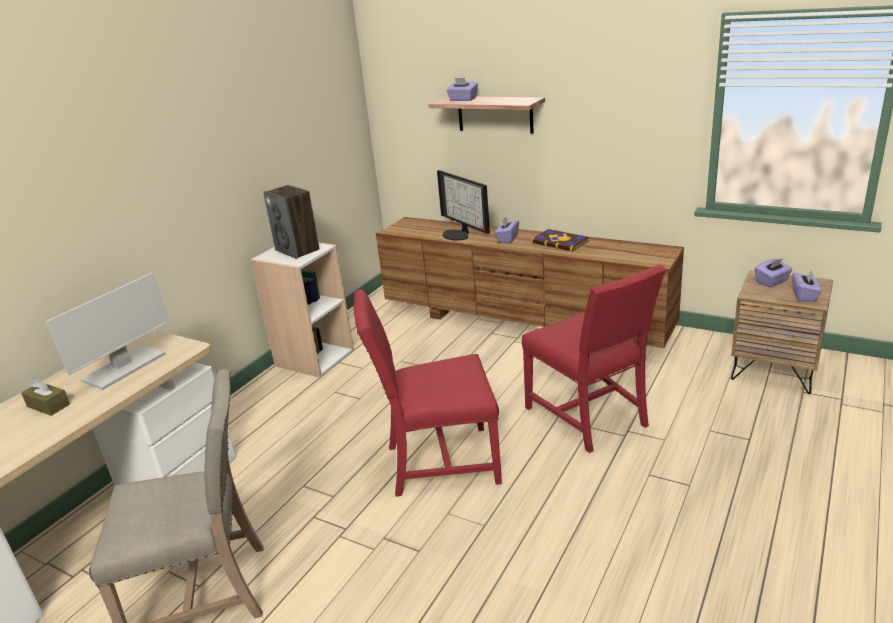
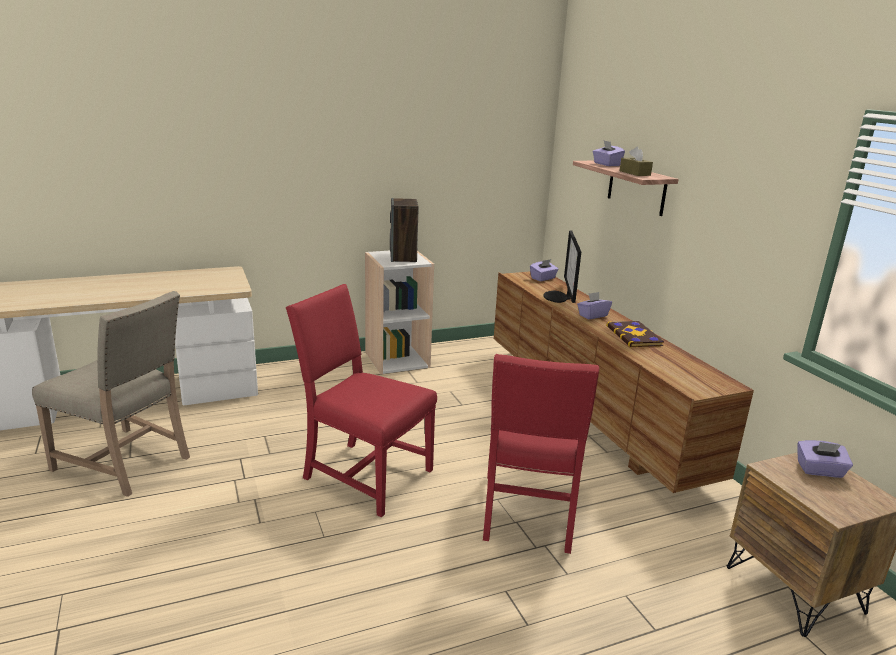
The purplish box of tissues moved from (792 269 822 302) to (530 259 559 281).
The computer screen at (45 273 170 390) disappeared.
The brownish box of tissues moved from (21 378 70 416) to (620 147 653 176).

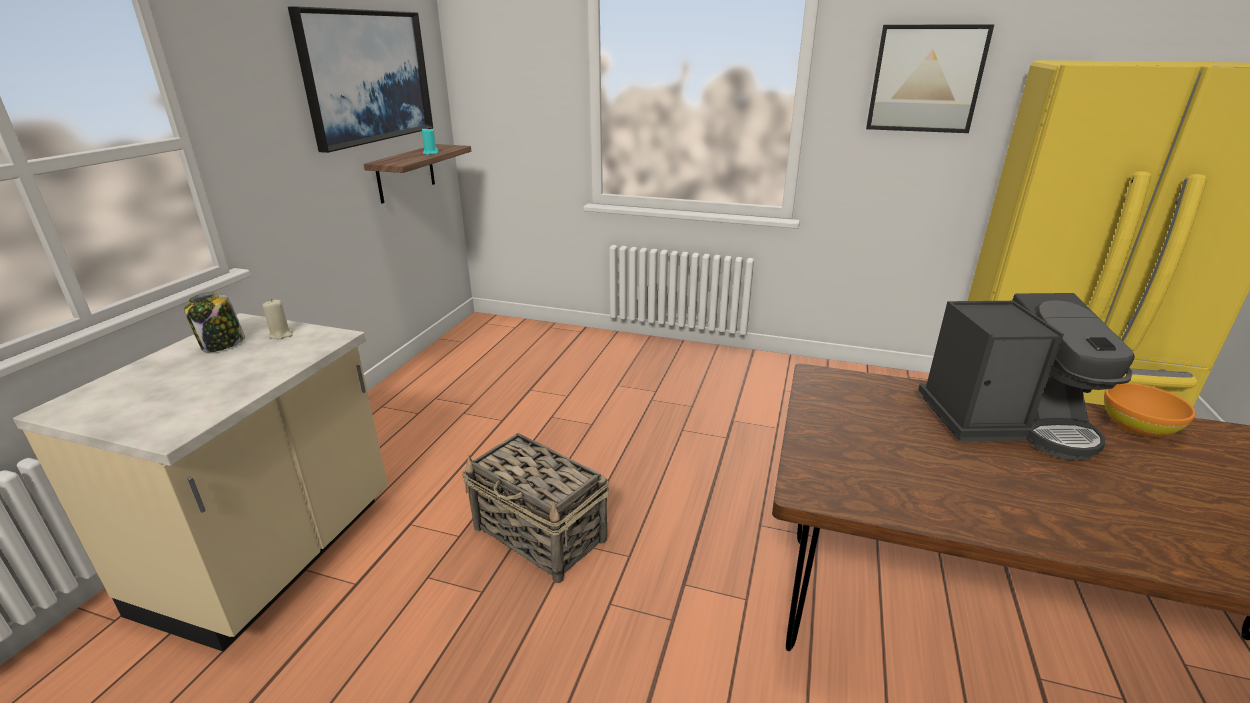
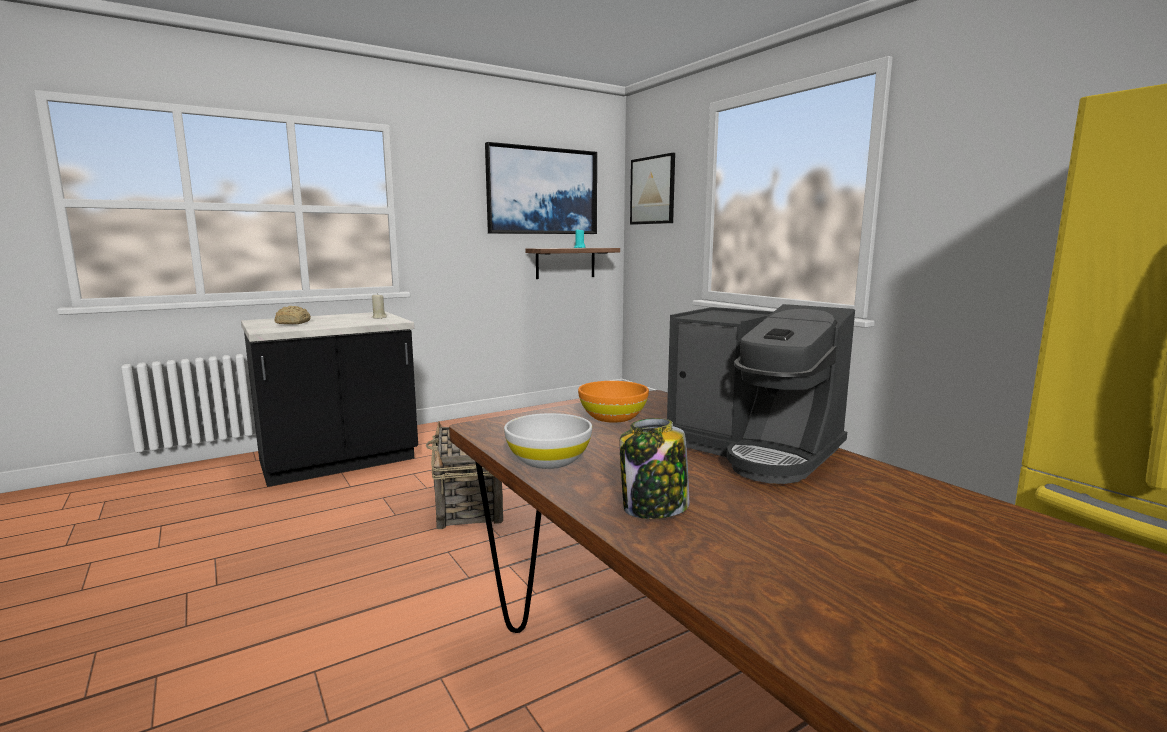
The wall picture moved from (866 24 994 133) to (630 153 675 225).
The storage jar moved from (184 291 245 352) to (619 418 690 519).
The beige kitchen counter at (13 313 388 652) became the black-coloured kitchen counter at (241 312 418 487).
The orangey serving bowl moved from (1104 383 1196 437) to (578 381 649 423).
The bread at (275 306 311 324) appeared.
The white-coloured serving bowl at (504 413 592 469) appeared.

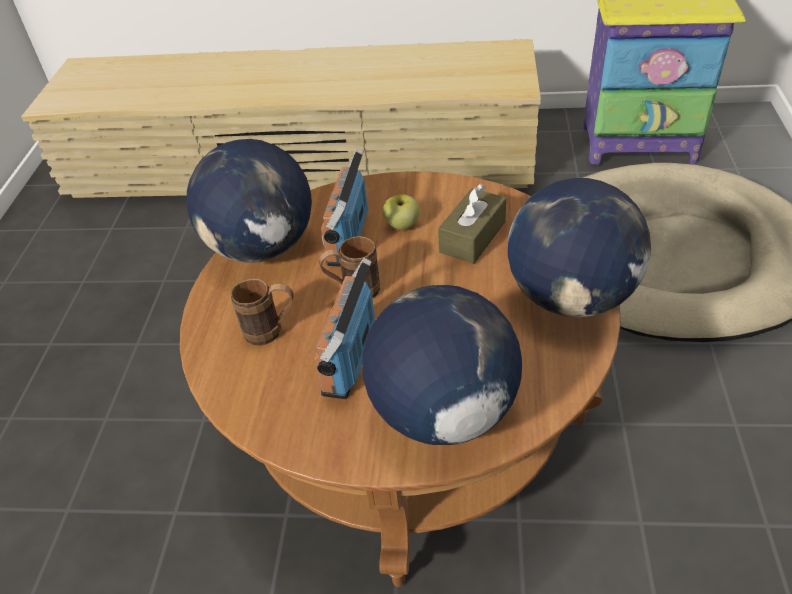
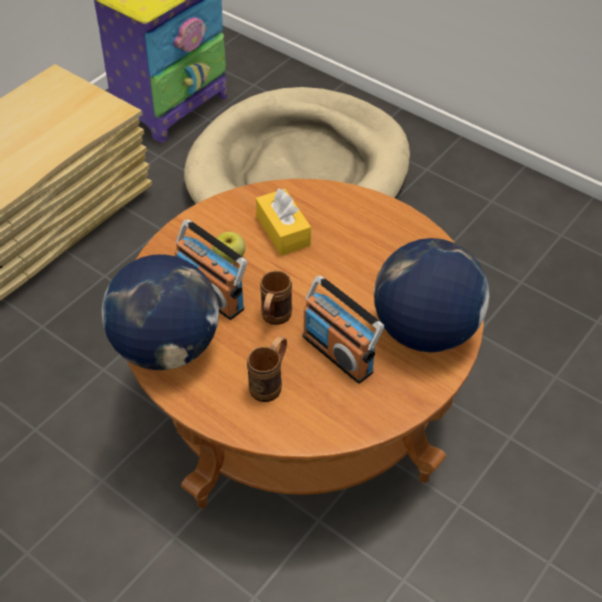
The globe at (507 178 651 317) disappeared.
The brownish box of tissues at (438 184 506 264) became the yellow box of tissues at (256 188 311 256).

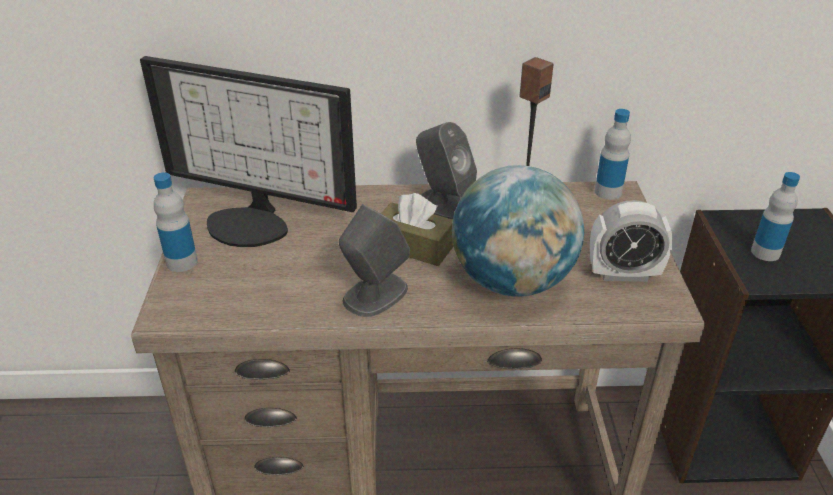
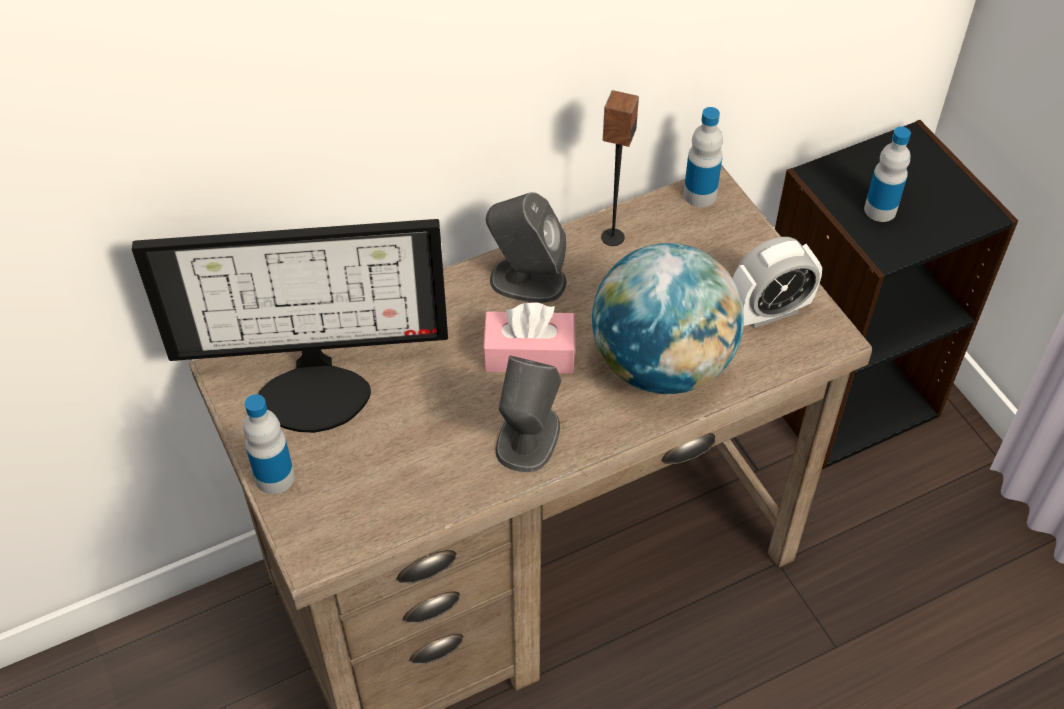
The brownish box of tissues at (381 193 454 266) became the pink-coloured box of tissues at (483 302 576 373).

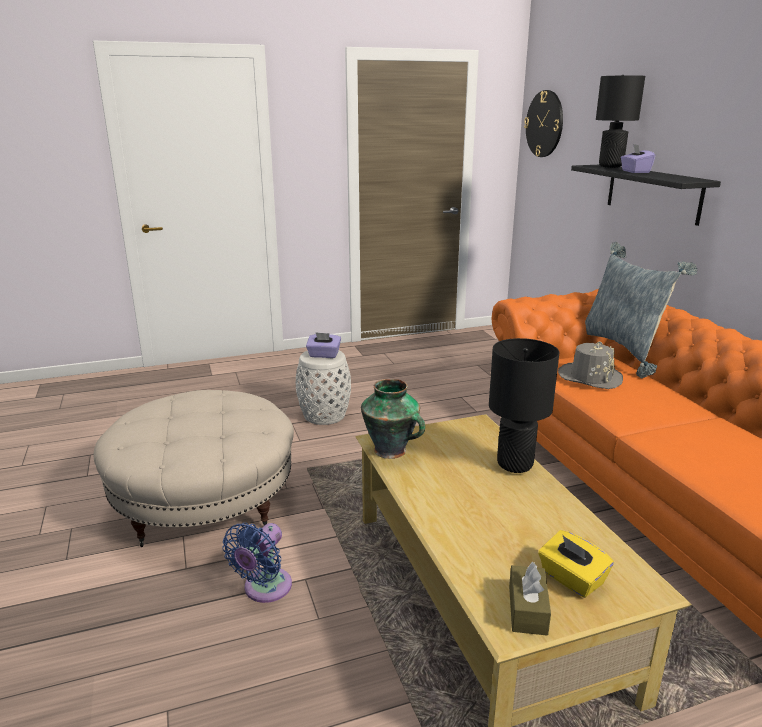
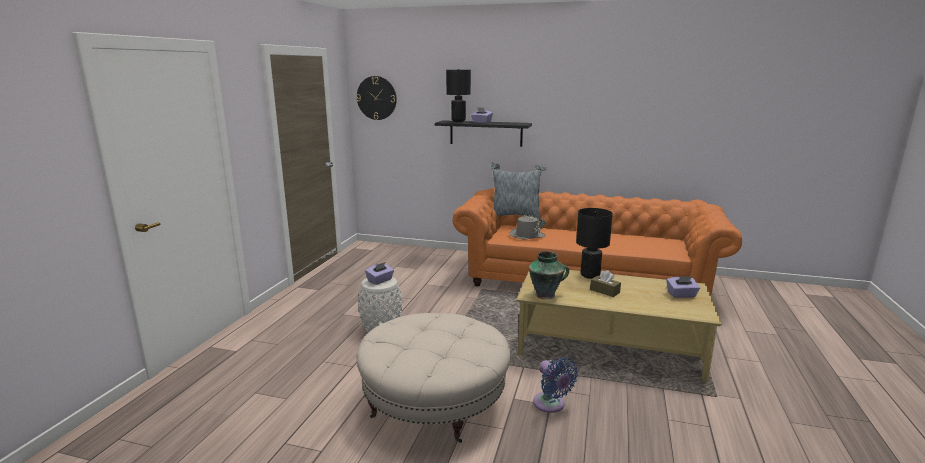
The yellow box of tissues at (538 530 614 598) became the purplish box of tissues at (666 276 700 298).
The brownish box of tissues moved from (509 562 551 636) to (590 270 621 297).

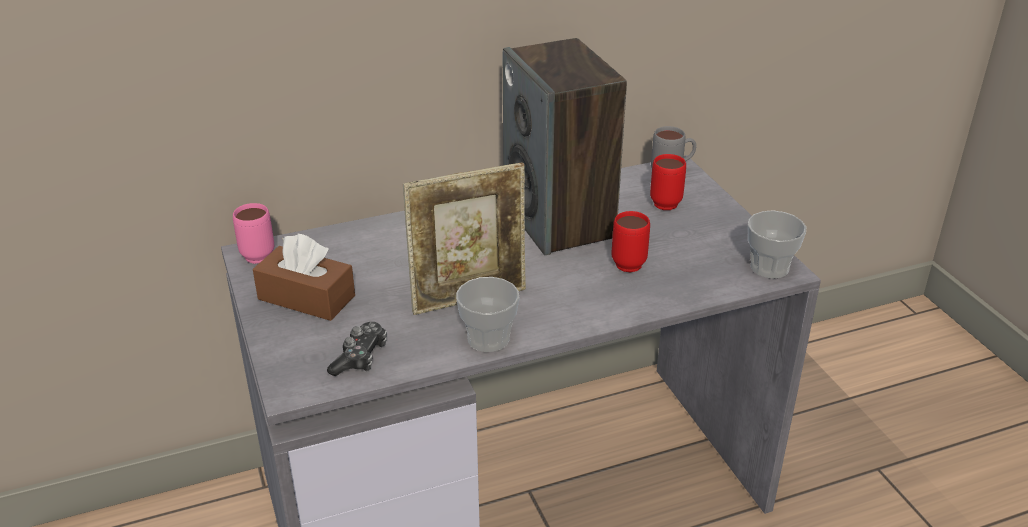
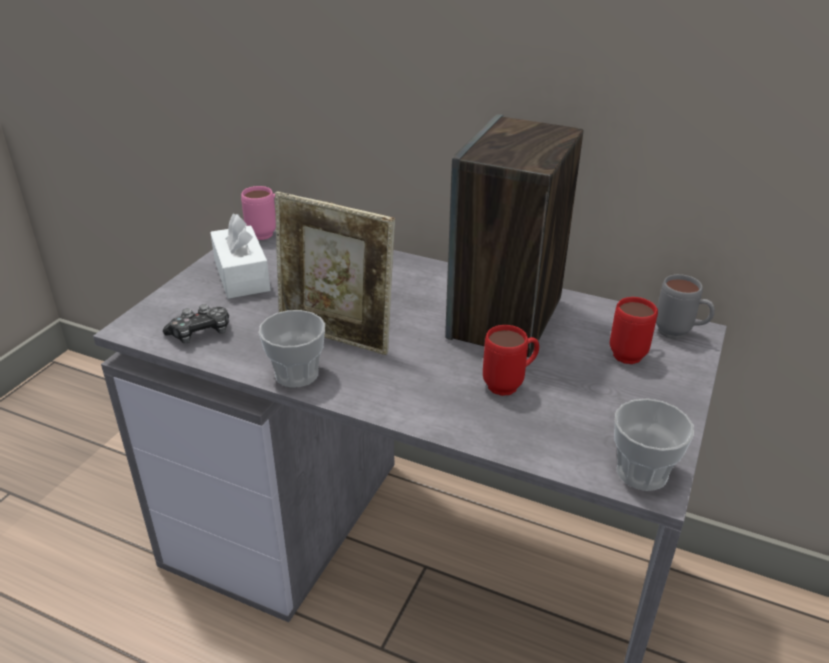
The brownish box of tissues at (253 234 355 321) became the white-coloured box of tissues at (210 214 270 299).

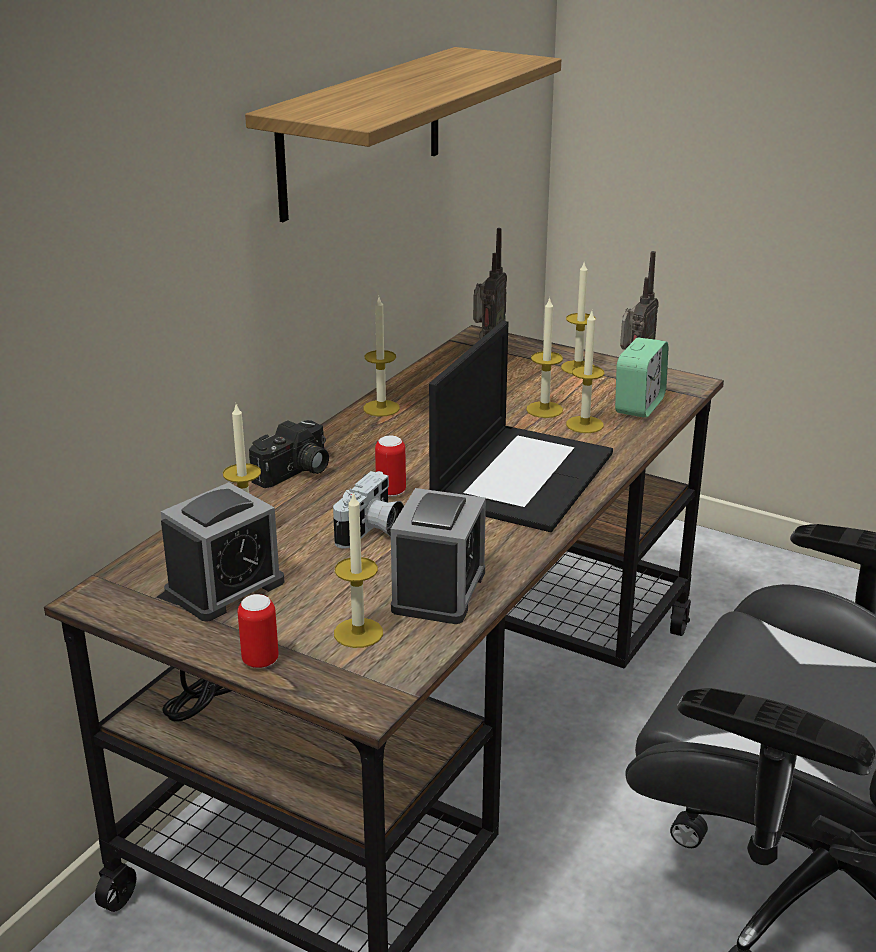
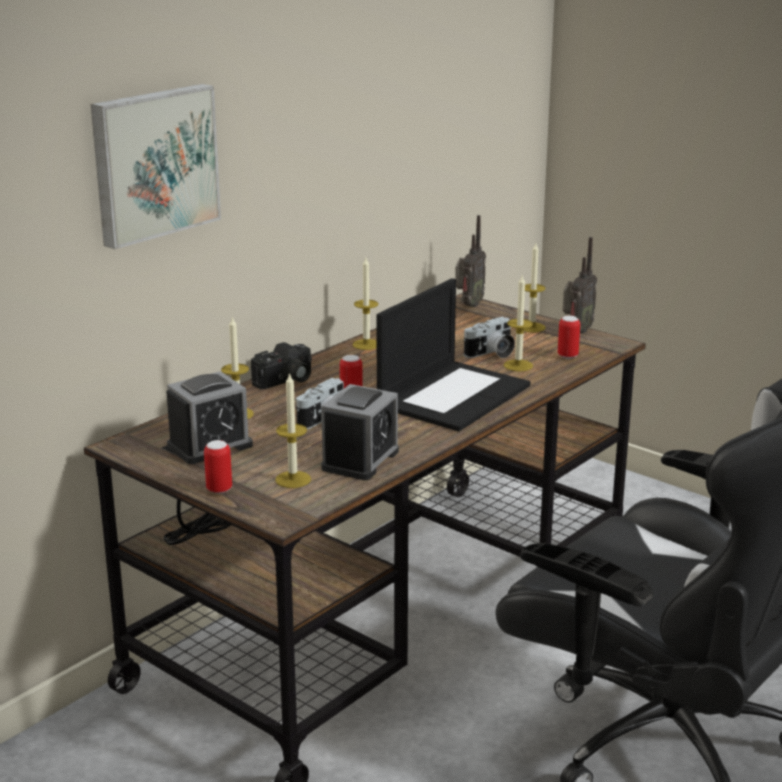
The bracket shelf at (245 47 561 222) disappeared.
The candle at (526 297 563 418) was replaced by the photo camera at (464 317 515 358).
The bedside clock at (615 338 668 418) was replaced by the sealed can at (558 316 580 359).
The wall picture at (91 84 221 249) appeared.

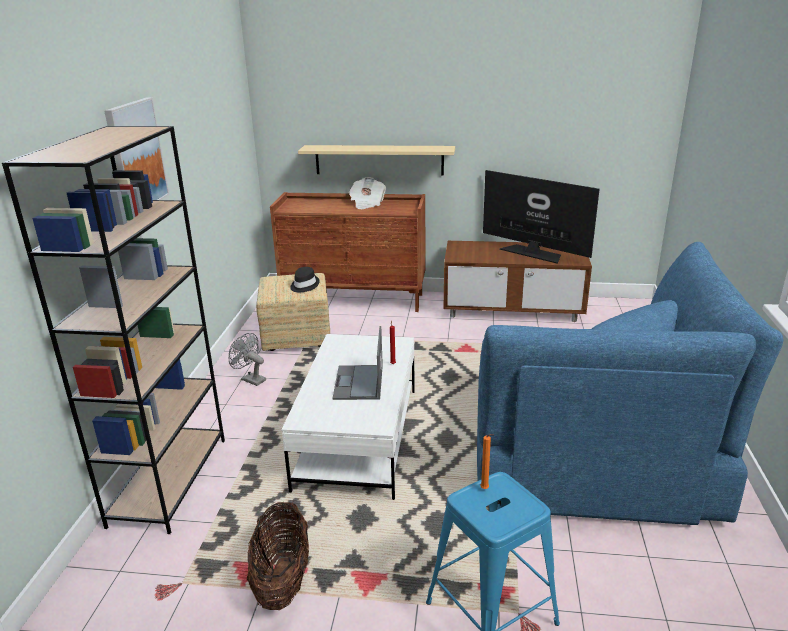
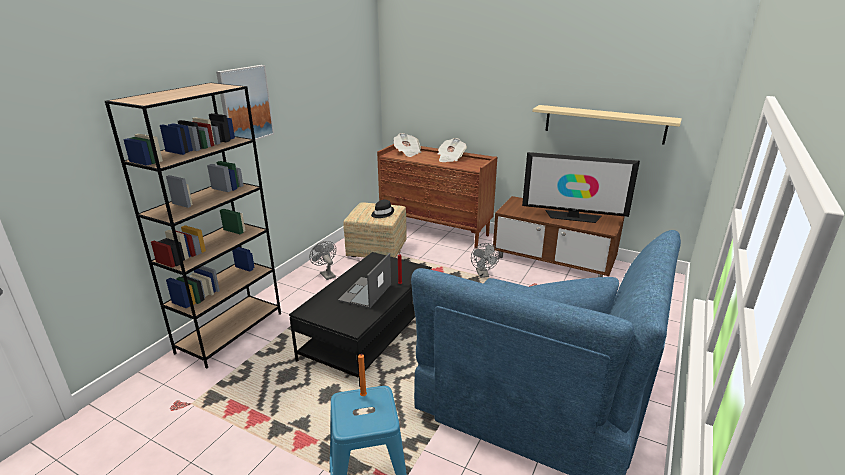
The beige bracket shelf moved from (298 145 455 176) to (532 105 682 144).
The TV set at (483 170 600 263) turned 135 degrees clockwise.
The white-coloured coffee table at (281 334 415 500) became the black-coloured coffee table at (289 252 432 386).
The basket at (247 502 309 610) disappeared.
The daily paper at (394 133 421 157) appeared.
The grey electric fan at (471 243 499 278) appeared.

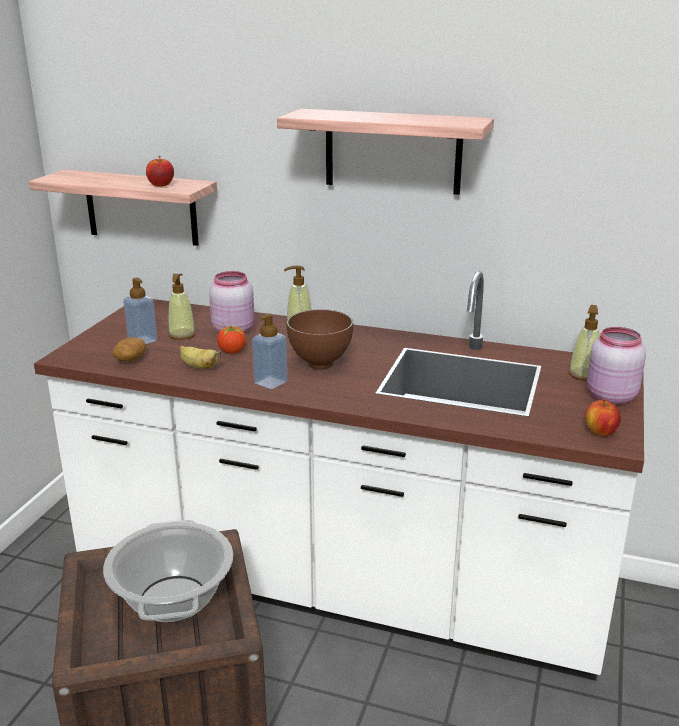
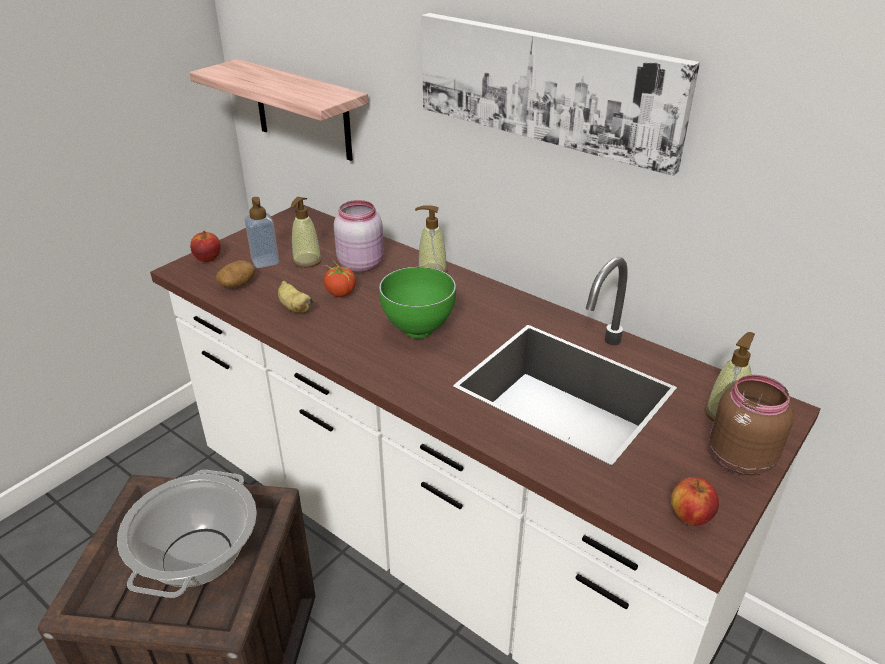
The bracket shelf at (277 109 494 195) was replaced by the wall picture at (422 13 700 176).
The whole apple moved from (146 156 174 187) to (190 231 221 262).
The brownish serving bowl at (287 309 353 370) became the green-coloured serving bowl at (379 267 456 339).
The liquid soap bottle at (252 313 288 389) disappeared.
The pink-coloured storage jar at (587 327 646 404) became the brownish storage jar at (709 375 794 476).

